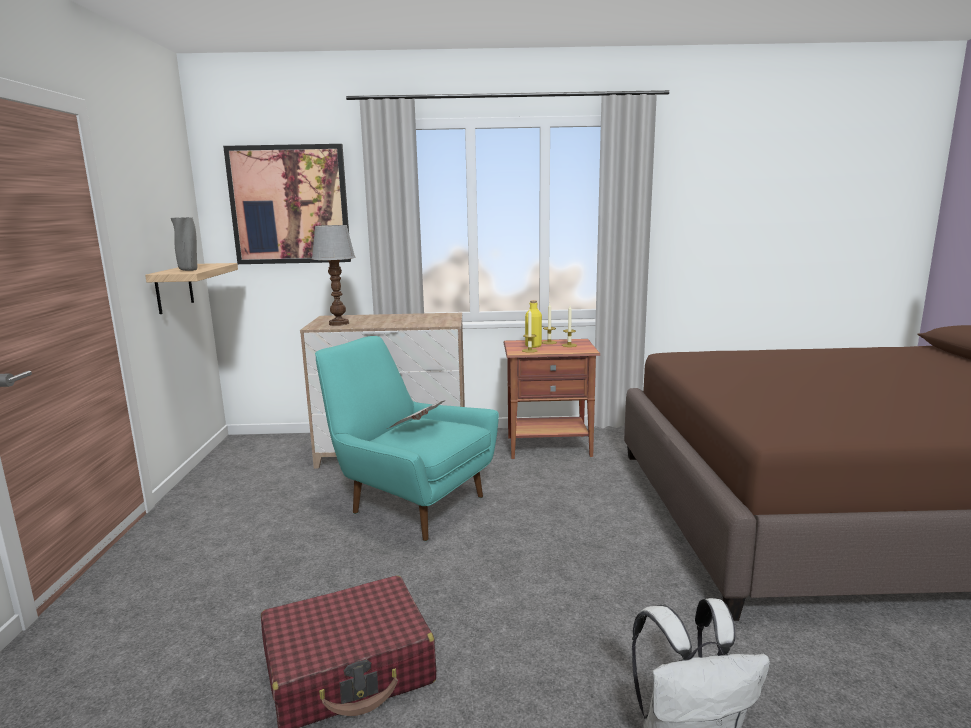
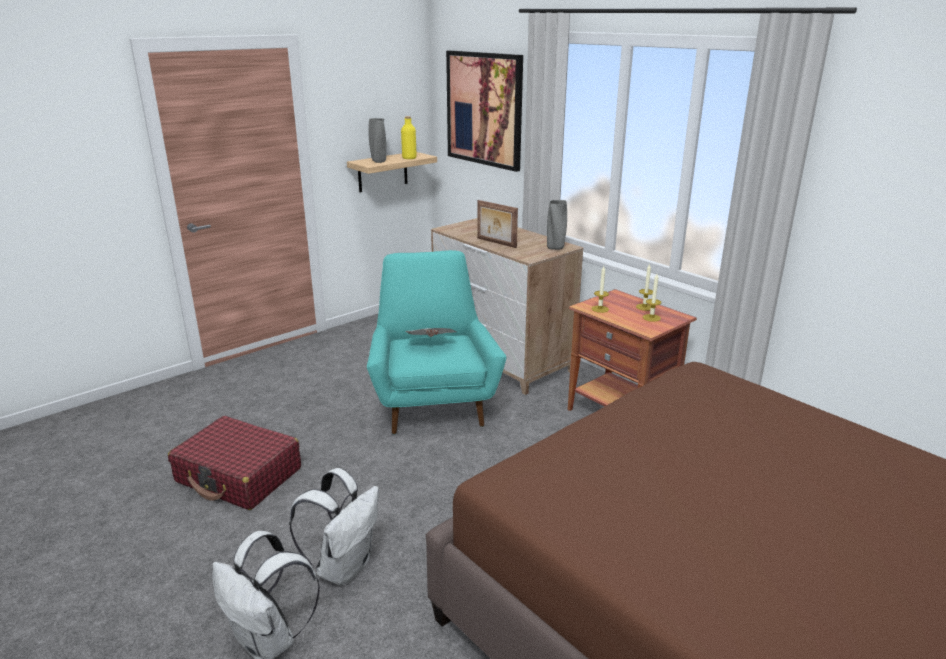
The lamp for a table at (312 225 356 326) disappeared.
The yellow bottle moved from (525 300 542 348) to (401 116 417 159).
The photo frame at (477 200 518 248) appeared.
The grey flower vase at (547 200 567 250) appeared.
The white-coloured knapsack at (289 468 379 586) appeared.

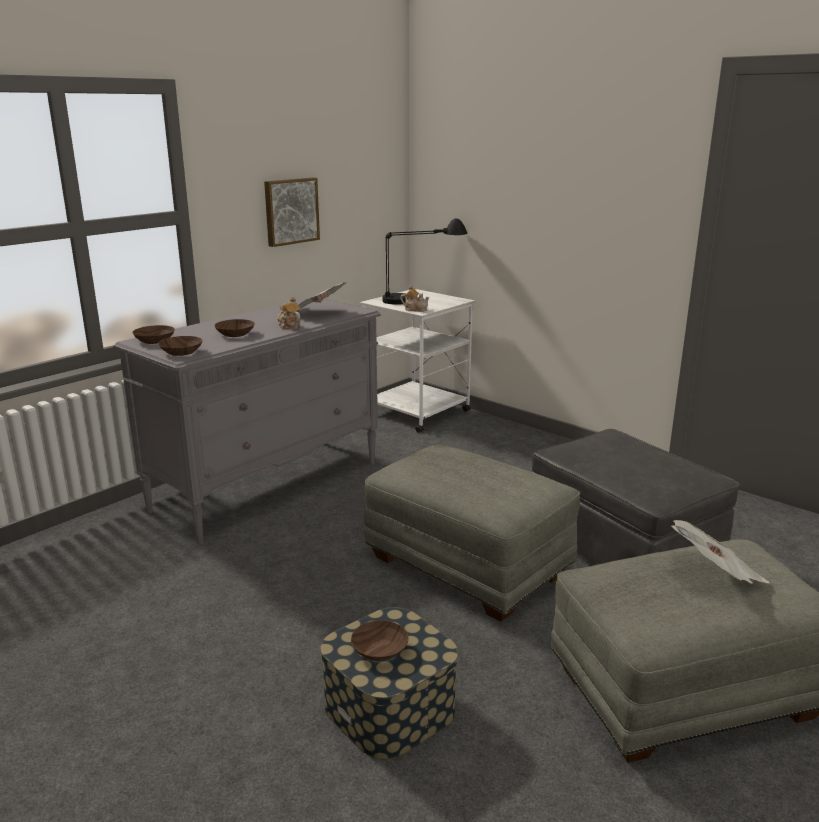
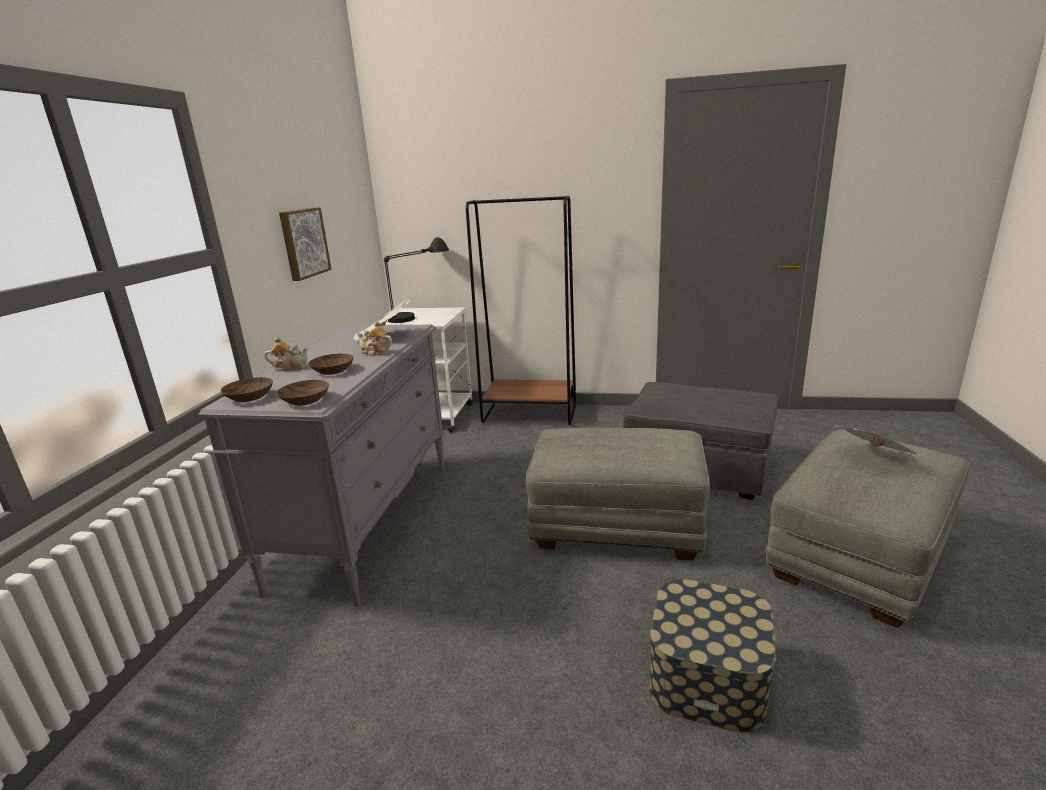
The teapot moved from (400 285 429 312) to (264 337 308 371).
The brownish serving bowl at (351 620 409 661) disappeared.
The clothes rack at (466 196 576 426) appeared.

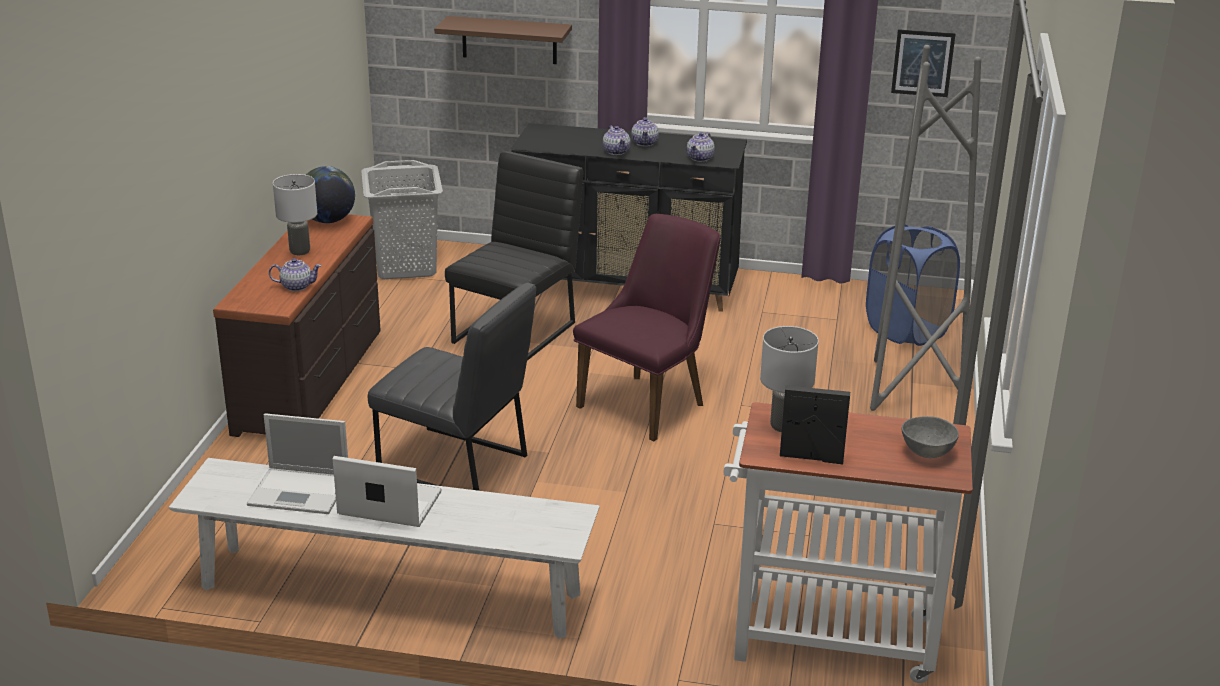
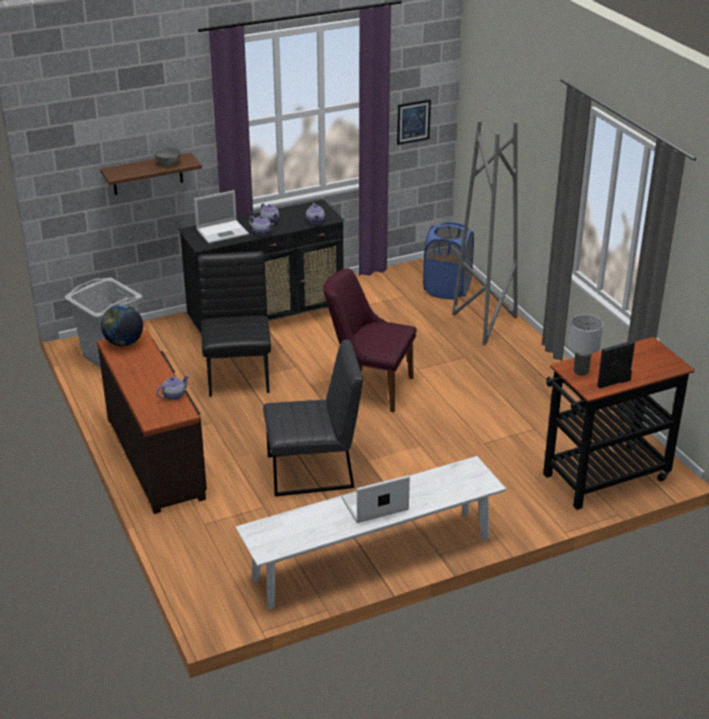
The white-coloured lamp for a table at (273 174 317 255) disappeared.
The purplish plain chair at (573 214 721 441) turned 75 degrees counterclockwise.
The white-coloured trolley at (723 402 973 683) became the black-coloured trolley at (543 337 695 510).
The portable computer moved from (247 413 348 514) to (194 190 249 244).
The grey serving bowl moved from (902 416 959 458) to (154 147 181 166).

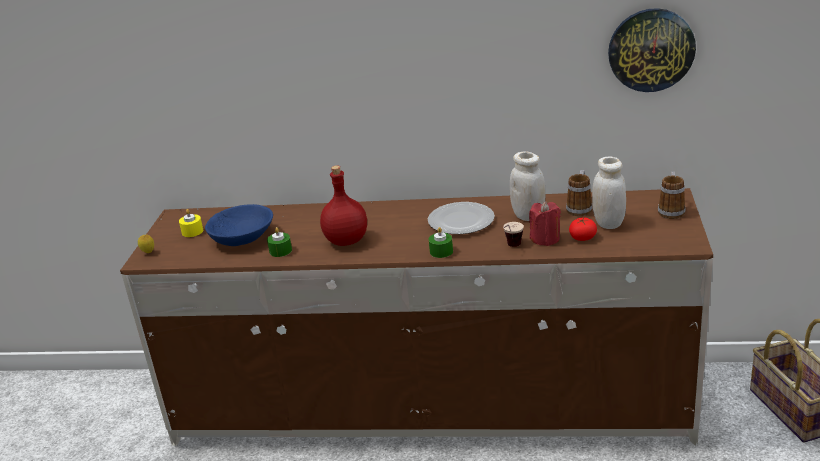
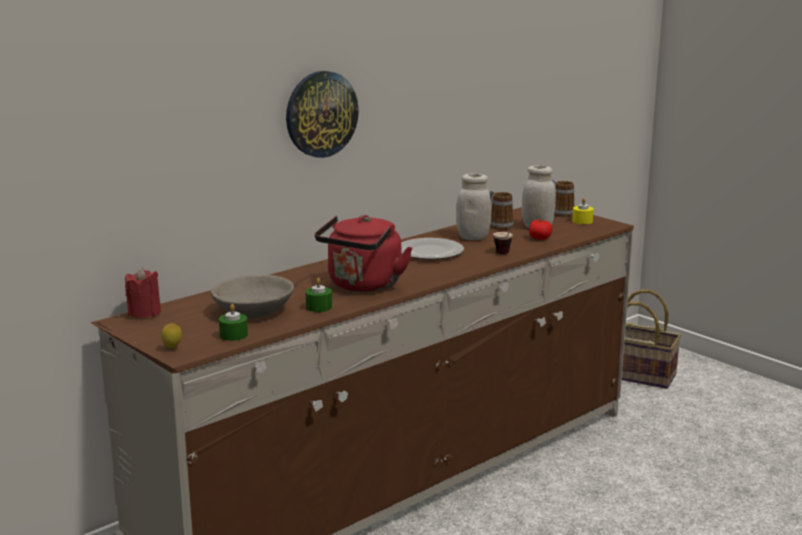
The wall clock moved from (608 8 696 92) to (286 71 359 158).
The red-coloured bottle at (320 165 367 246) was replaced by the red-coloured tea kettle at (315 215 412 292).
The red-coloured candle moved from (529 201 561 246) to (125 267 161 318).
The bluish serving bowl at (205 204 273 246) became the grey serving bowl at (210 275 294 318).
The yellow candle moved from (179 209 203 237) to (572 198 594 224).
The green-coloured candle moved from (429 227 453 258) to (219 304 248 341).

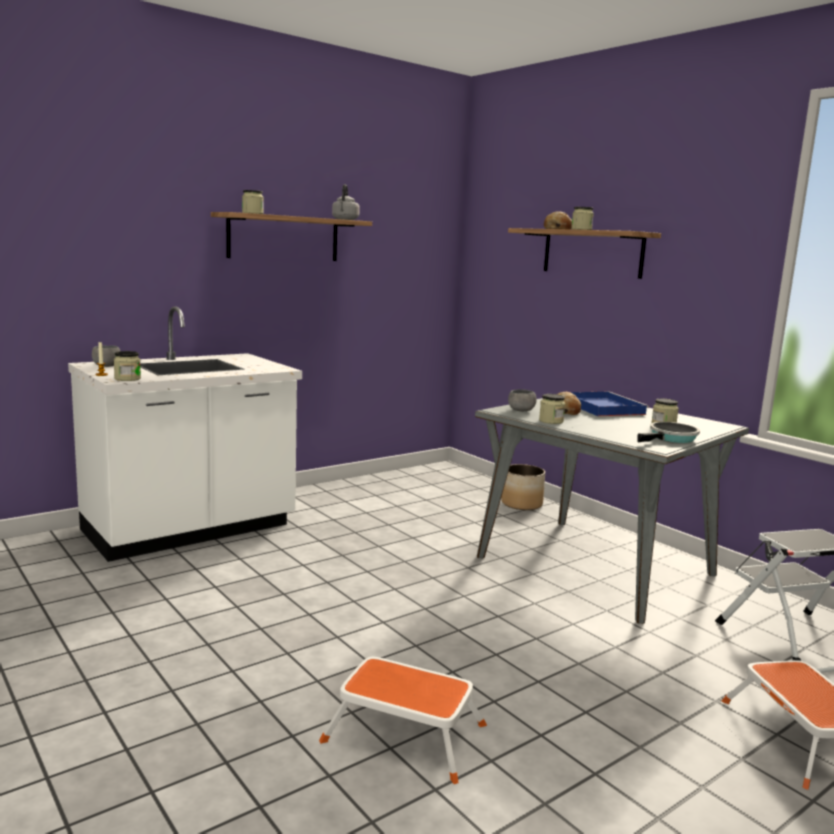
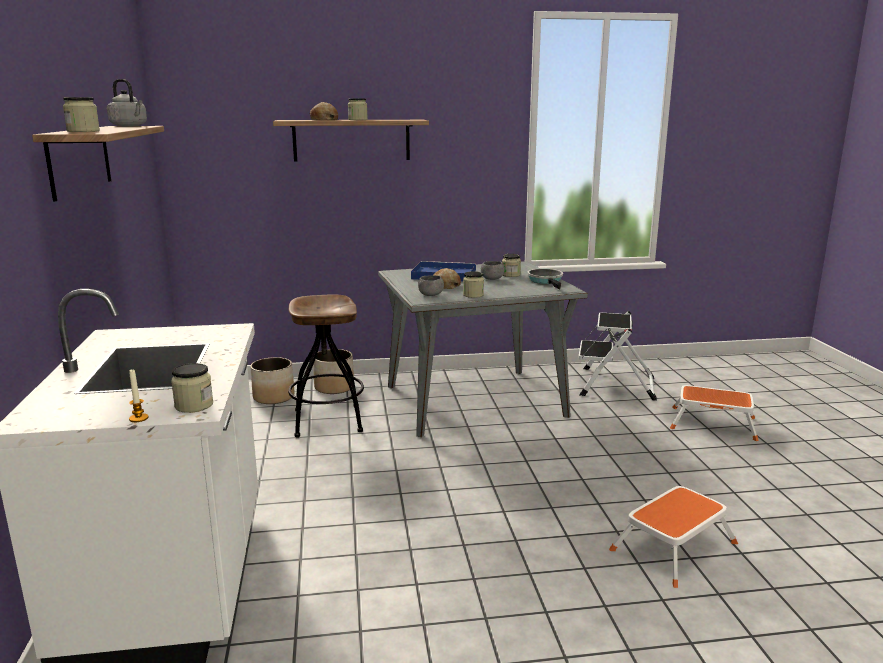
The grey serving bowl moved from (92 345 120 367) to (481 261 505 280).
The brownish stool at (288 294 364 437) appeared.
The planter at (250 357 294 404) appeared.

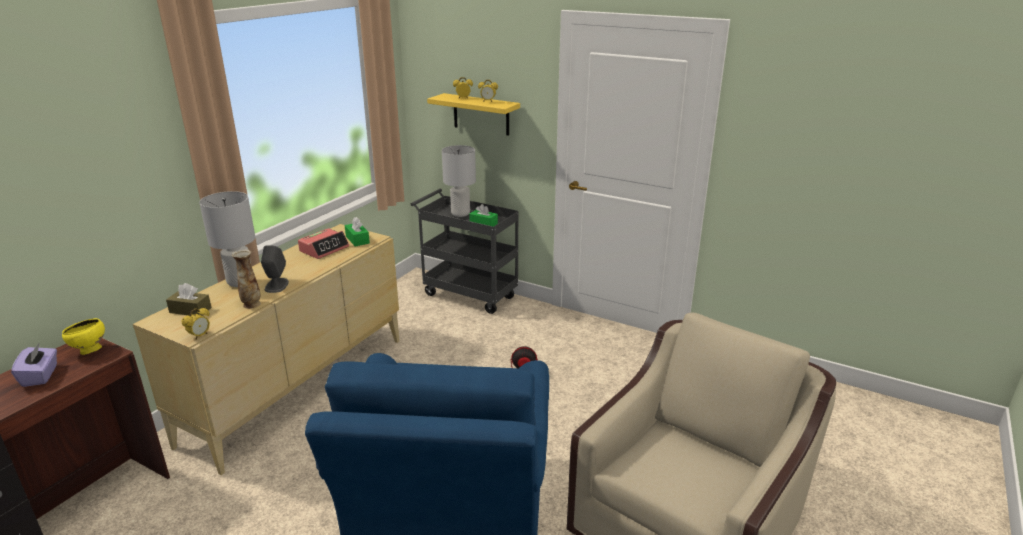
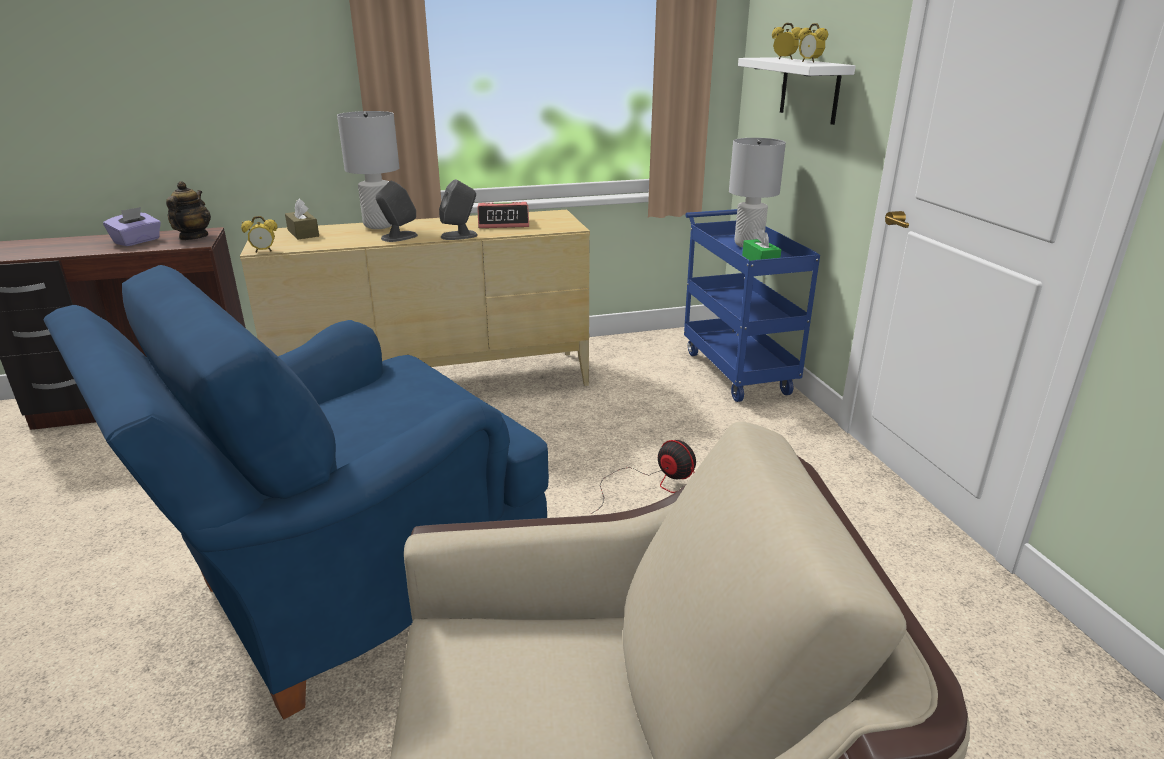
The yellow bracket shelf at (427 93 520 136) became the white-coloured bracket shelf at (738 57 856 125).
The grey trolley at (411 188 518 314) became the bluish trolley at (684 209 820 402).
The green-coloured box of tissues at (345 217 370 247) disappeared.
The flower vase at (231 249 261 309) disappeared.
The yellow serving bowl at (62 318 105 355) was replaced by the teapot at (166 181 211 240).
The grey speaker at (439 179 478 240) appeared.

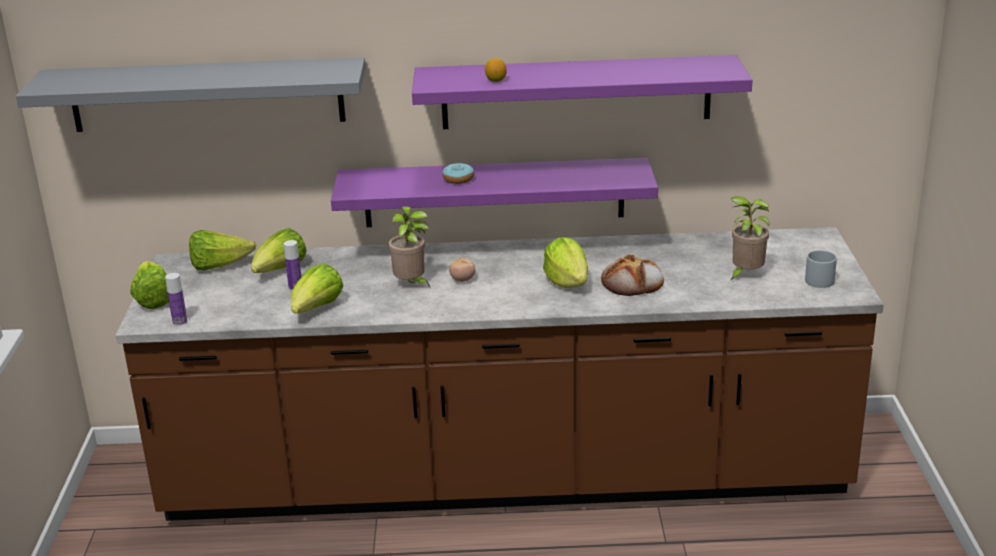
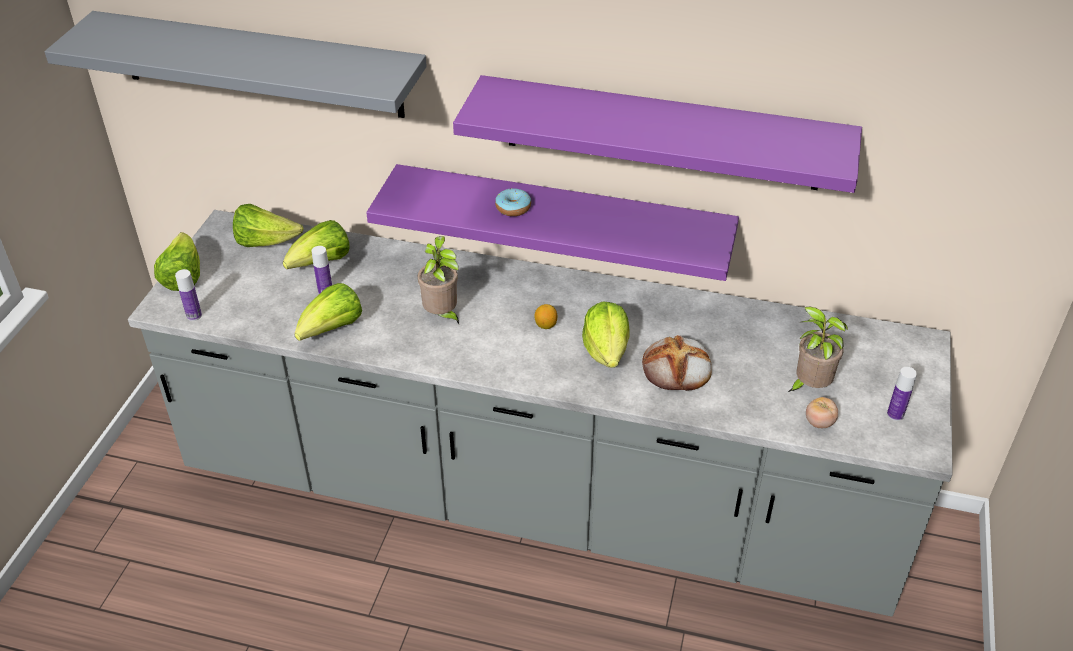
The whole lemon moved from (485 58 507 82) to (534 304 557 329).
The brownish kitchen counter at (115 227 884 521) became the grey kitchen counter at (128 210 953 617).
The grey coffee mug at (805 250 837 288) was replaced by the bottle at (887 367 917 421).
The tomato moved from (449 258 475 282) to (806 397 838 428).

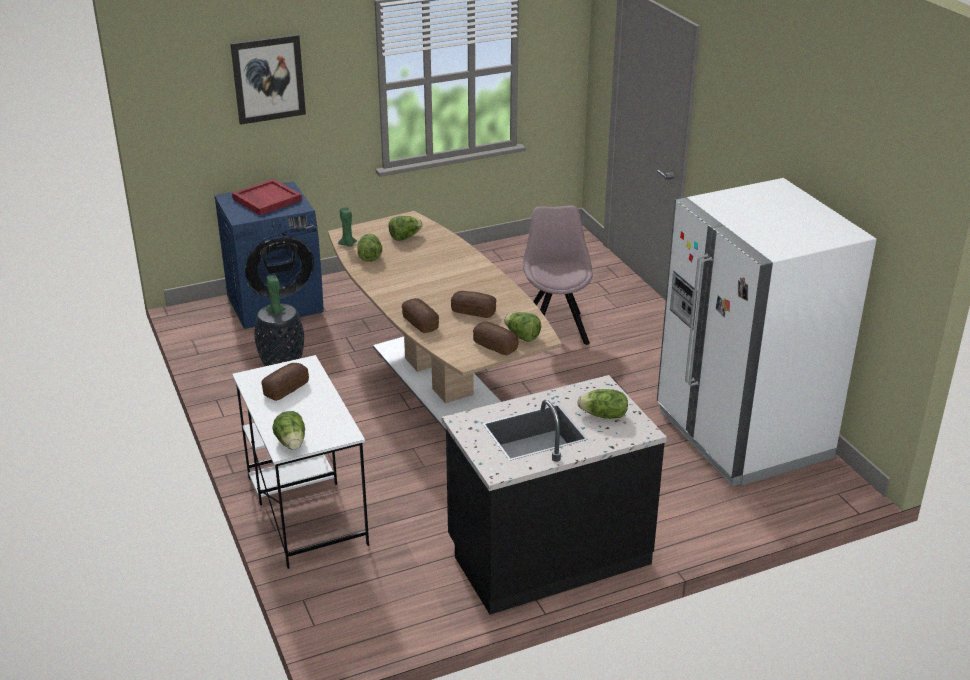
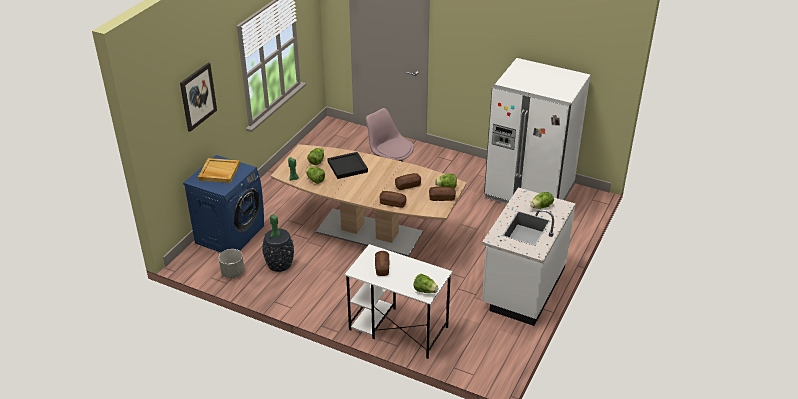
The red-coloured serving tray at (232 179 302 216) became the beige serving tray at (198 158 240 183).
The black-coloured kitchen counter at (442 375 667 615) became the white-coloured kitchen counter at (482 187 576 326).
The black-coloured serving tray at (327 152 368 179) appeared.
The grey planter at (219 249 244 278) appeared.

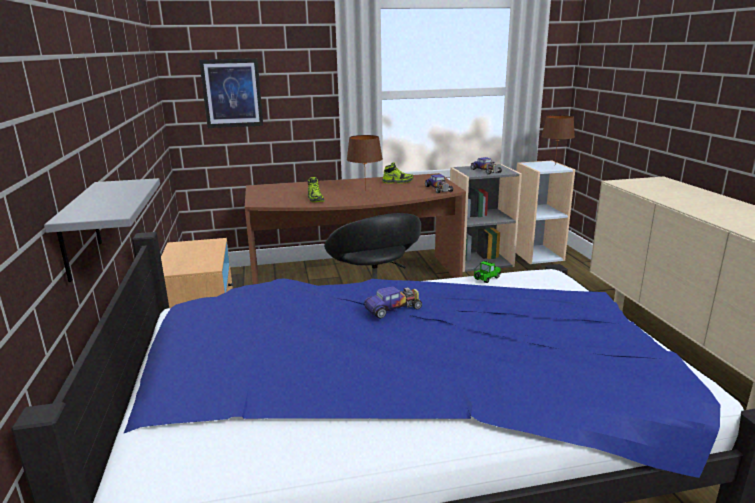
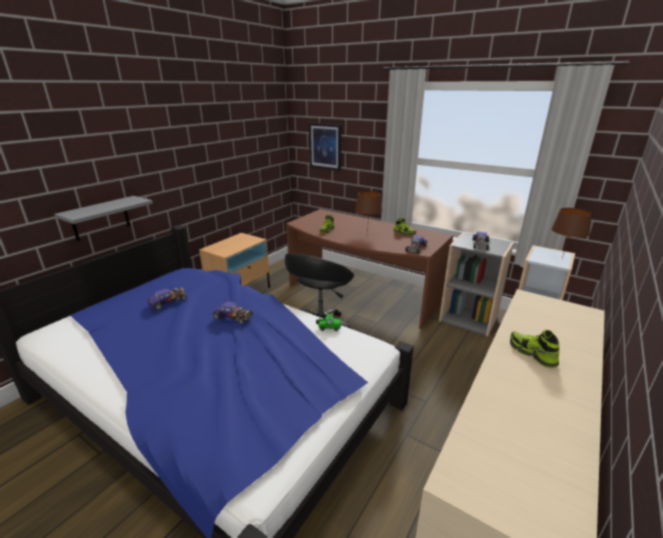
The model car at (147 288 187 310) appeared.
The item of footwear at (510 330 559 368) appeared.

